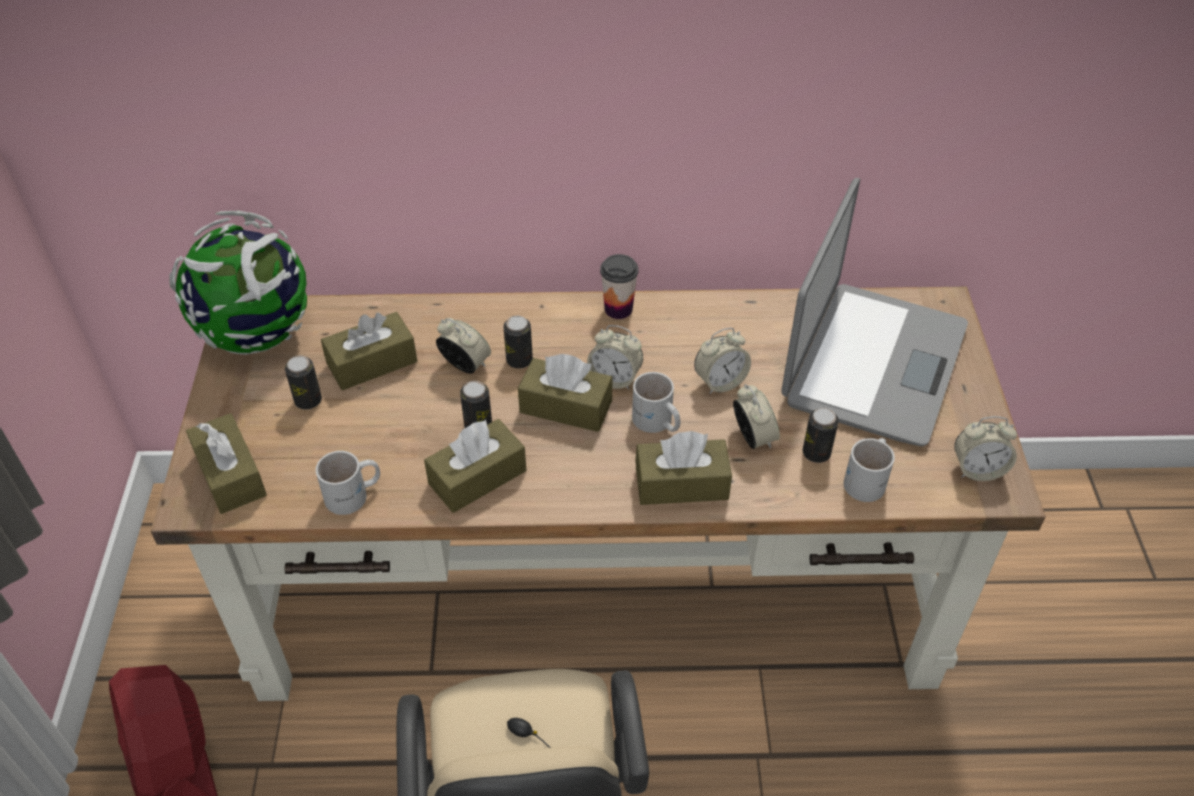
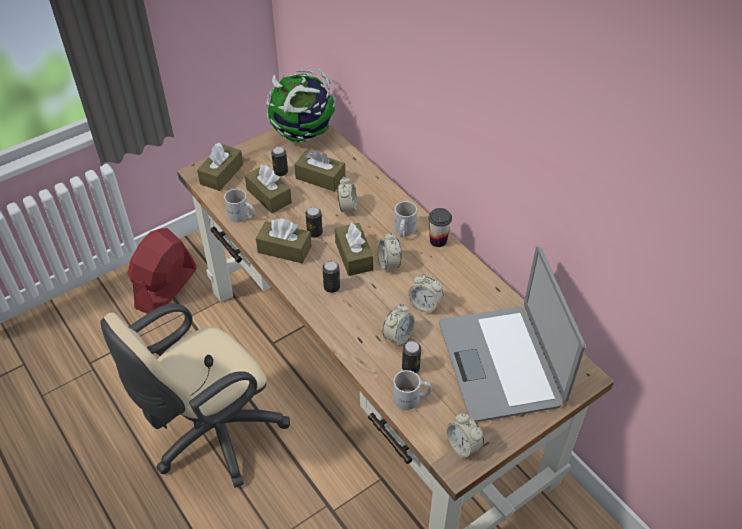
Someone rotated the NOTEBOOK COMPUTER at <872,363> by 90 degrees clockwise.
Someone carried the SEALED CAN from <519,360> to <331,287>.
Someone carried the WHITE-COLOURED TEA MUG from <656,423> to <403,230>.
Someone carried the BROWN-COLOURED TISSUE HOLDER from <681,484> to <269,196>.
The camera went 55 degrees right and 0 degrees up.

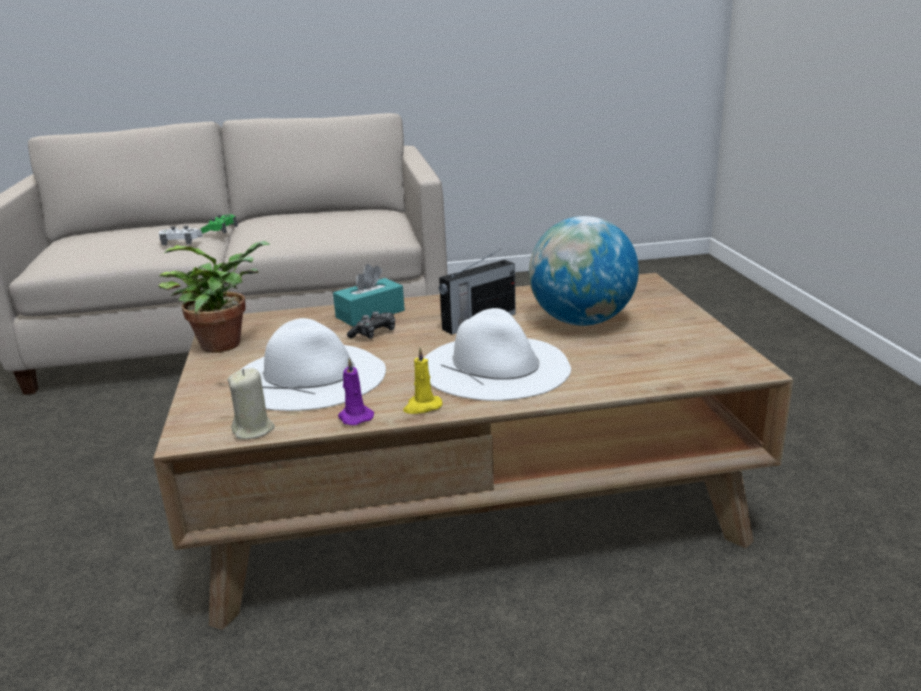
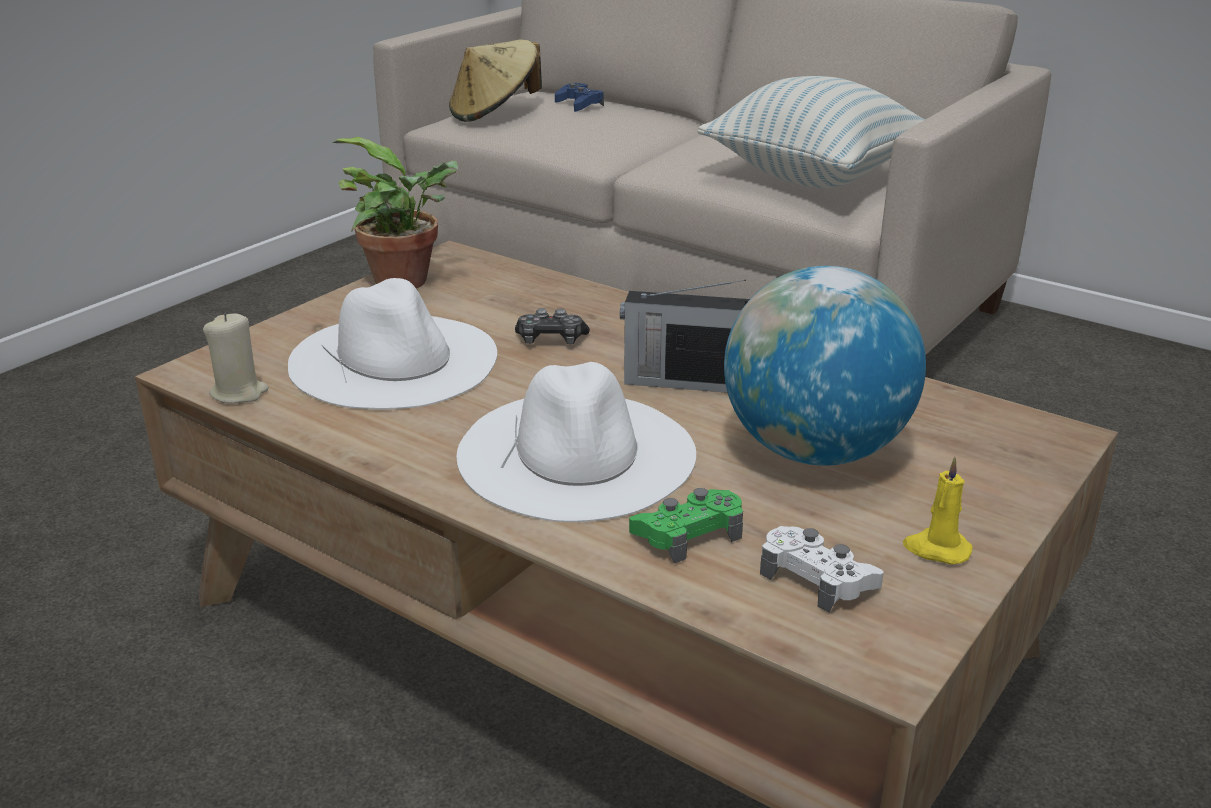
Someone carried the GREENISH JOYPAD from <220,230> to <688,533>.
Someone carried the WHITE-COLOURED JOYPAD from <181,241> to <817,578>.
Someone took away the TURQUOISE TISSUE HOLDER at <370,314>.
Someone carried the YELLOW-COLOURED CANDLE from <422,407> to <936,549>.
Someone took away the PURPLE-COLOURED CANDLE at <354,417>.
Someone put down the BEIGE HAT at <495,113>.
Someone put down the THROW PILLOW at <814,176>.
Someone put down the BLUE JOYPAD at <579,104>.
The camera went 45 degrees right and 5 degrees up.

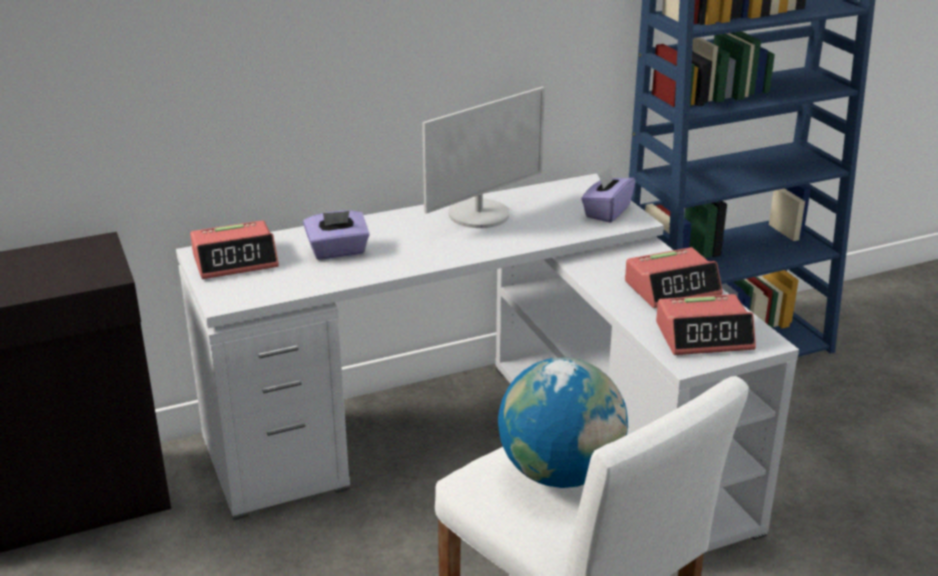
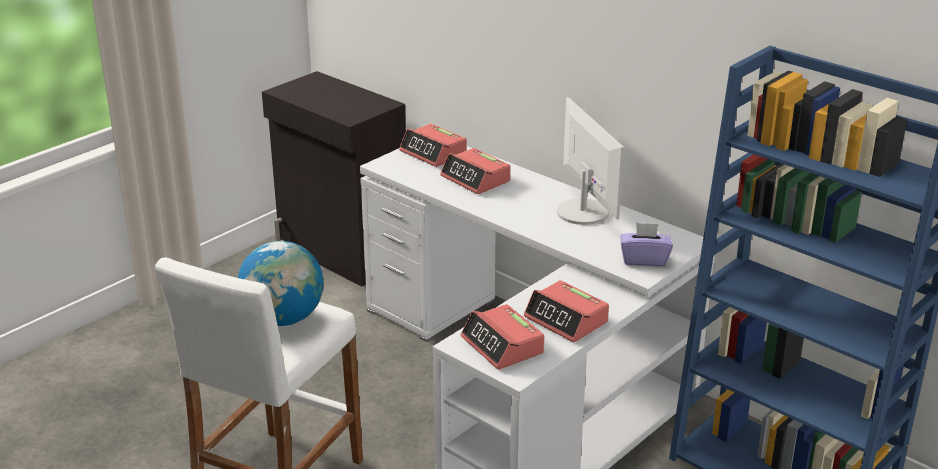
Someone rotated the COMPUTER SCREEN at <479,214> by 135 degrees counterclockwise.
Someone swapped the PURPLE-COLOURED TISSUE HOLDER at <338,251> for the BEDSIDE CLOCK at <476,179>.
The camera went 65 degrees right and 0 degrees up.

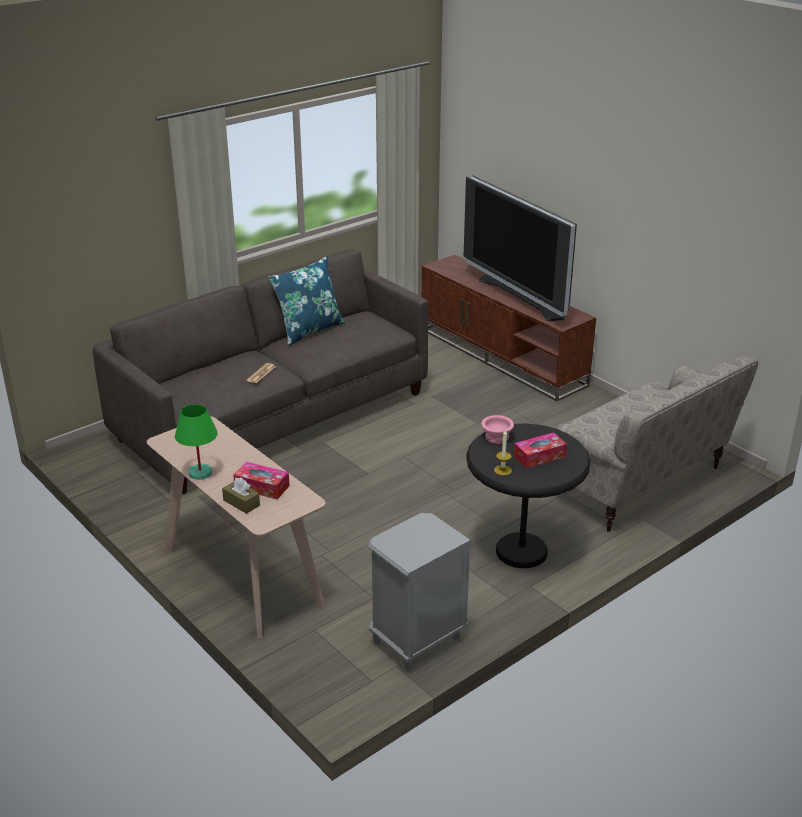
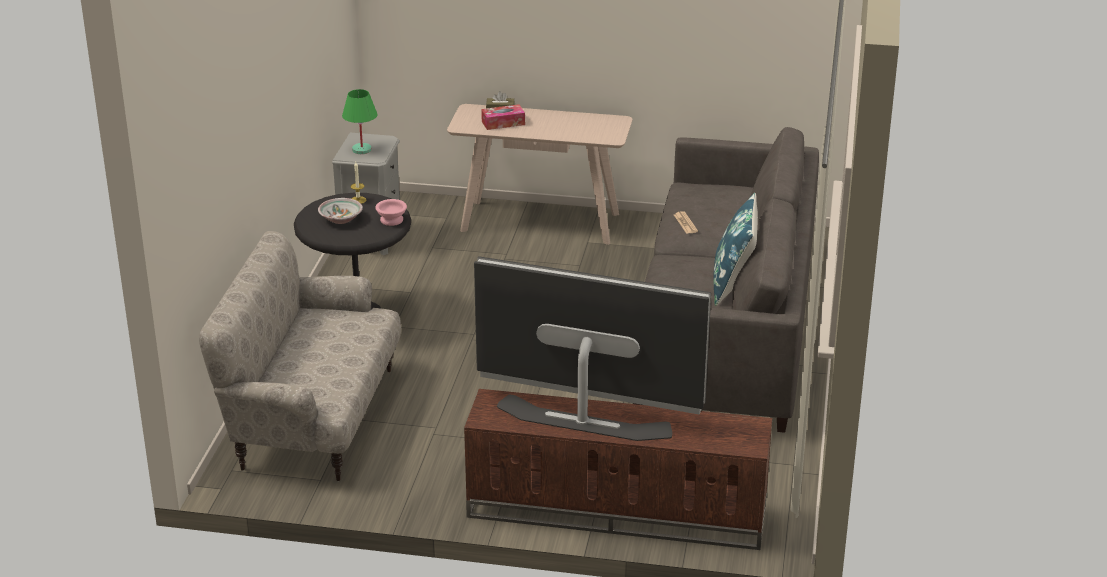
Someone carried the GREENISH TABLE LAMP from <200,473> to <362,150>.
Someone swapped the TISSUE HOLDER at <539,456> for the BOWL at <341,219>.
The camera went 140 degrees right and 0 degrees up.

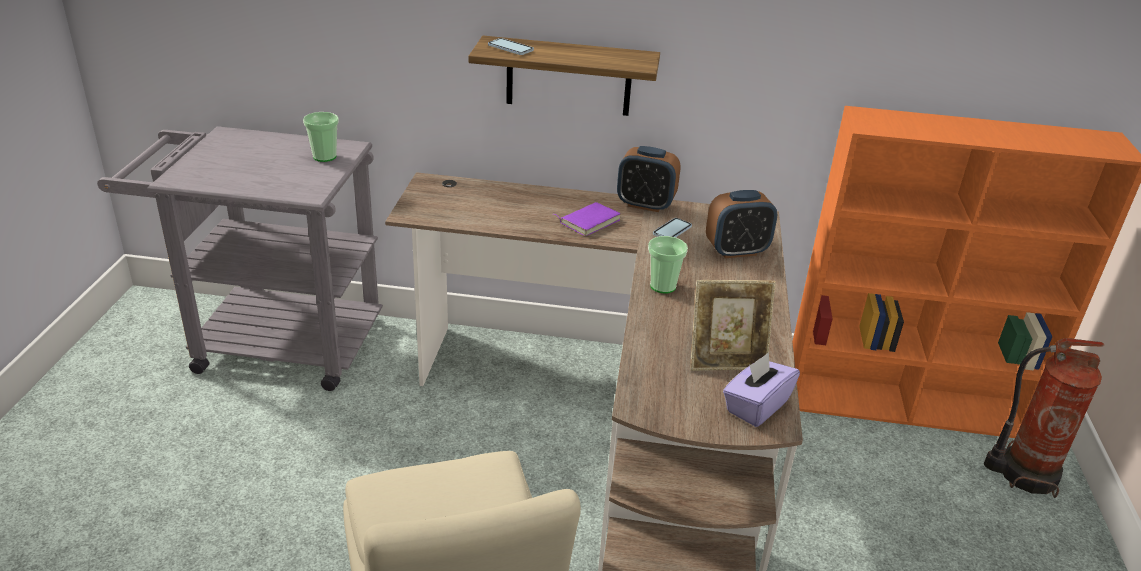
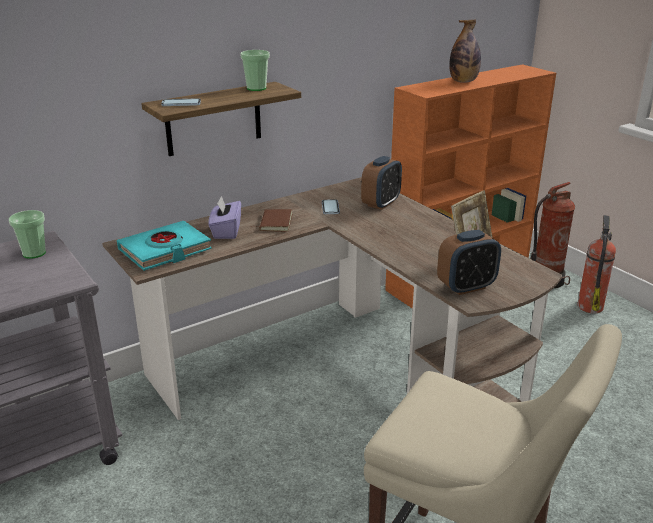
Someone carried the BEDSIDE CLOCK from <645,204> to <466,287>.
Someone repainted the PURPLE-COLOURED VOLUME at <589,221>, which became the BROWN-COLOURED VOLUME at <274,223>.
Someone carried the SMALL CUP from <663,286> to <256,88>.
Someone carried the PURPLE-COLOURED TISSUE HOLDER from <756,406> to <226,231>.
Someone put down the DRINK BOTTLE at <463,81>.
Someone put down the EXTINGUISHER at <590,306>.
Someone put down the TURQUOISE VOLUME at <165,250>.
The camera went 40 degrees left and 5 degrees down.

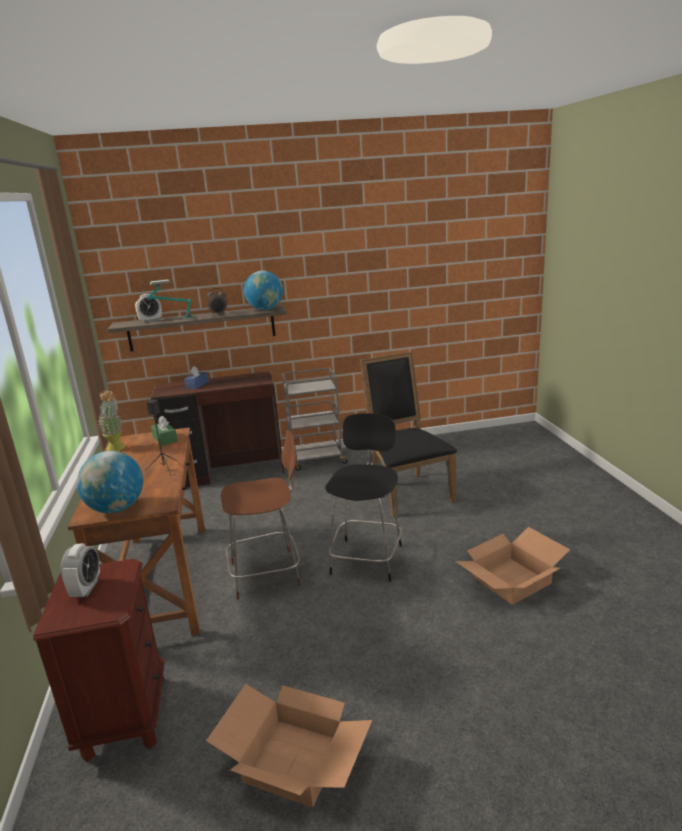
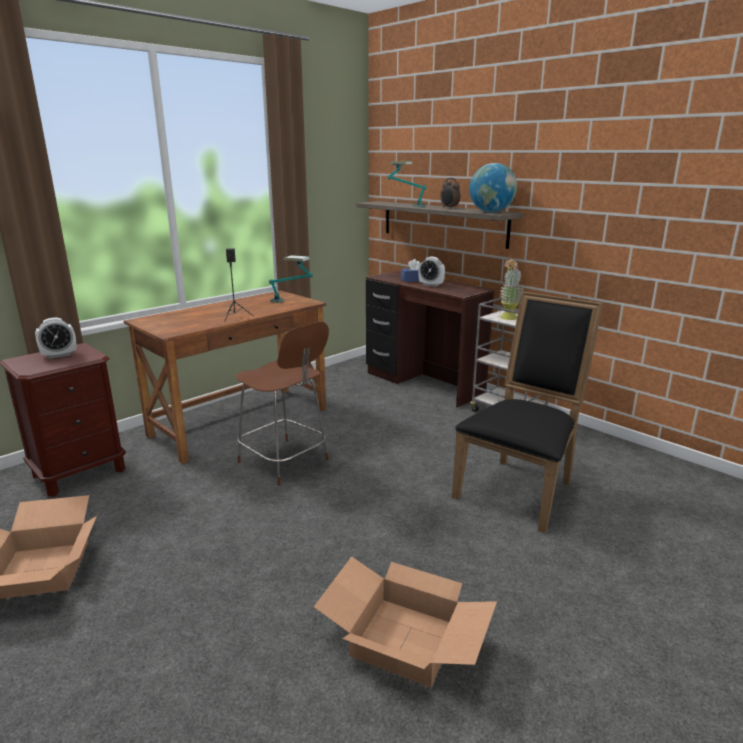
Someone carried the BEDSIDE CLOCK from <150,320> to <431,285>.
Someone carried the POTTED PLANT from <117,449> to <508,319>.
Someone took away the BLACKISH PLAIN CHAIR at <367,557>.
Someone swapped the GREENISH TISSUE HOLDER at <165,439> for the TABLE LAMP at <292,303>.
Someone took away the GLOBE at <116,509>.
The camera went 55 degrees right and 0 degrees up.

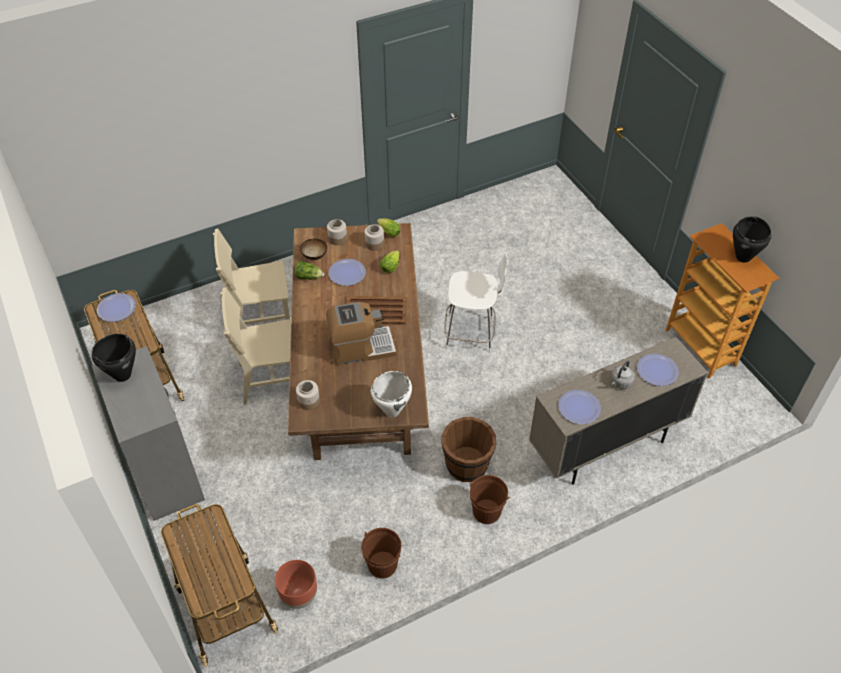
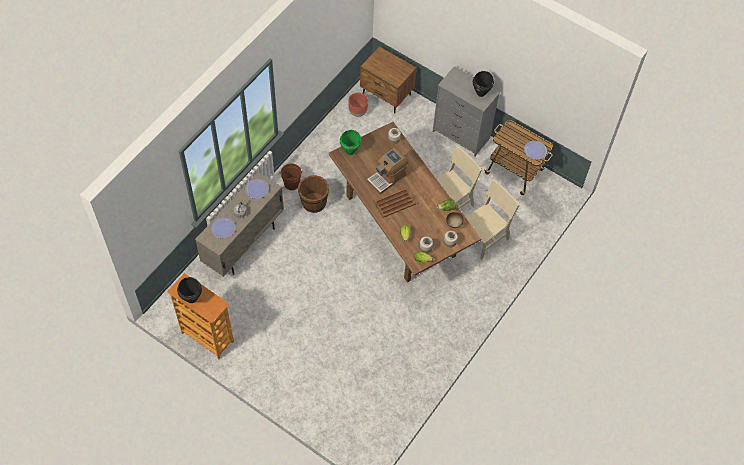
Someone took away the WHITE-COLOURED PLAIN CHAIR at <471,334>.
Someone took away the PLATE at <347,273>.
Someone repainted the WHITE-COLOURED COOKING POT at <392,411>, which became the GREENISH COOKING POT at <350,151>.
Someone swapped the WHEELED CART at <225,607> for the BROWN-COLOURED NIGHT TABLE at <386,95>.
Someone took away the BROWN-COLOURED PAIL at <382,565>.
The camera went 150 degrees right and 10 degrees up.

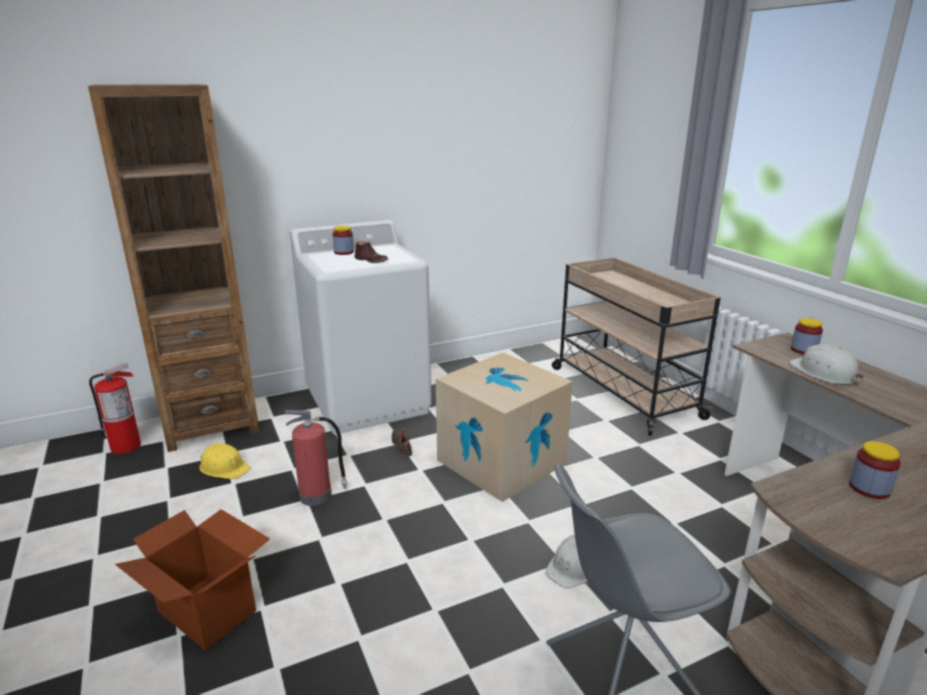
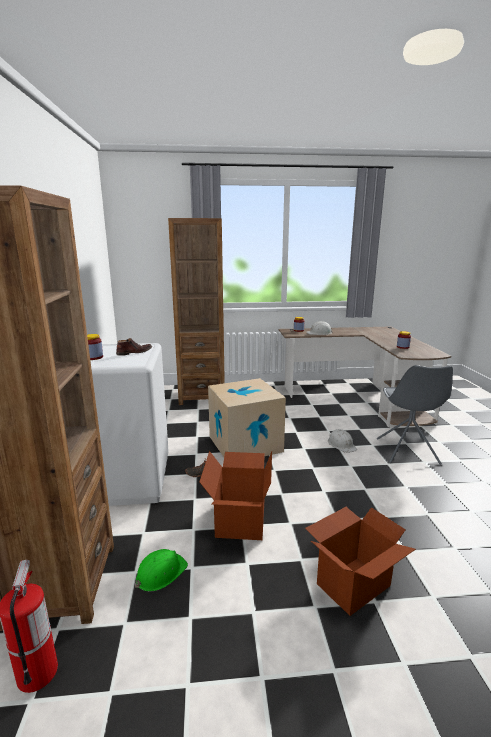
Someone swapped the BEIGE WHEELED CART at <622,391> for the BROWN-COLOURED SHELVING UNIT at <202,396>.
Someone swapped the EXTINGUISHER at <317,495> for the CARTON at <239,519>.
Someone repainted the YELLOW-COLOURED HARD HAT at <224,467>, which became the GREENISH HARD HAT at <160,573>.
The camera went 70 degrees left and 5 degrees down.

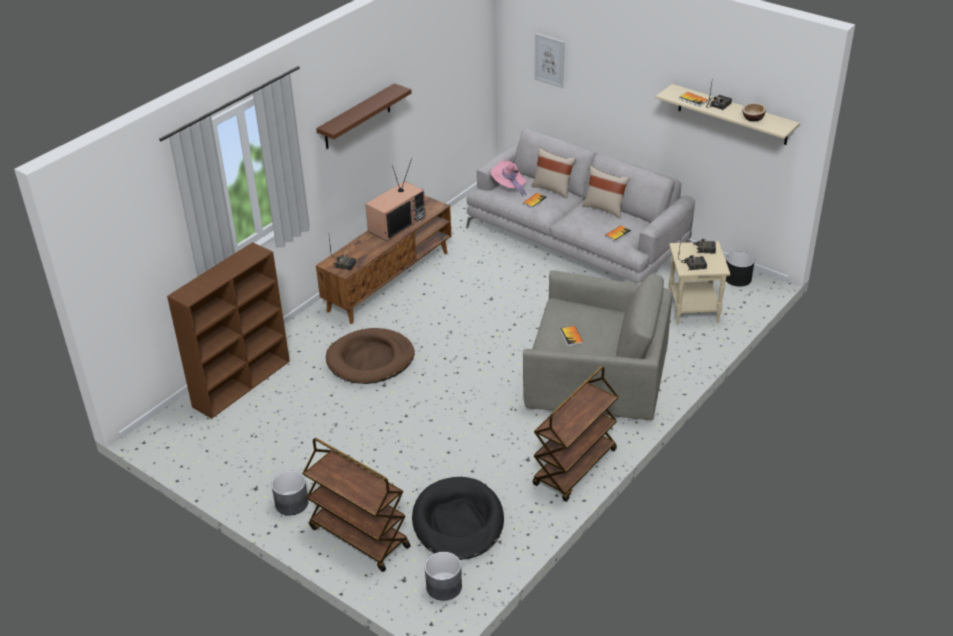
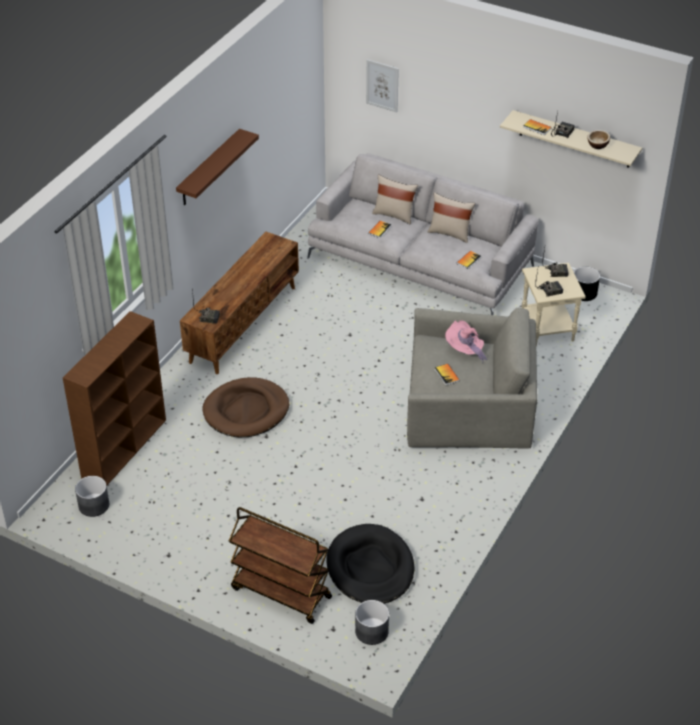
Someone took away the TV SET at <396,223>.
Someone carried the PINKISH HAT from <509,187> to <465,350>.
Someone took away the BROWN-COLOURED WHEELED CART at <575,468>.
Someone carried the GRAY PLANT POT from <292,503> to <94,505>.
The camera went 10 degrees left and 5 degrees up.

